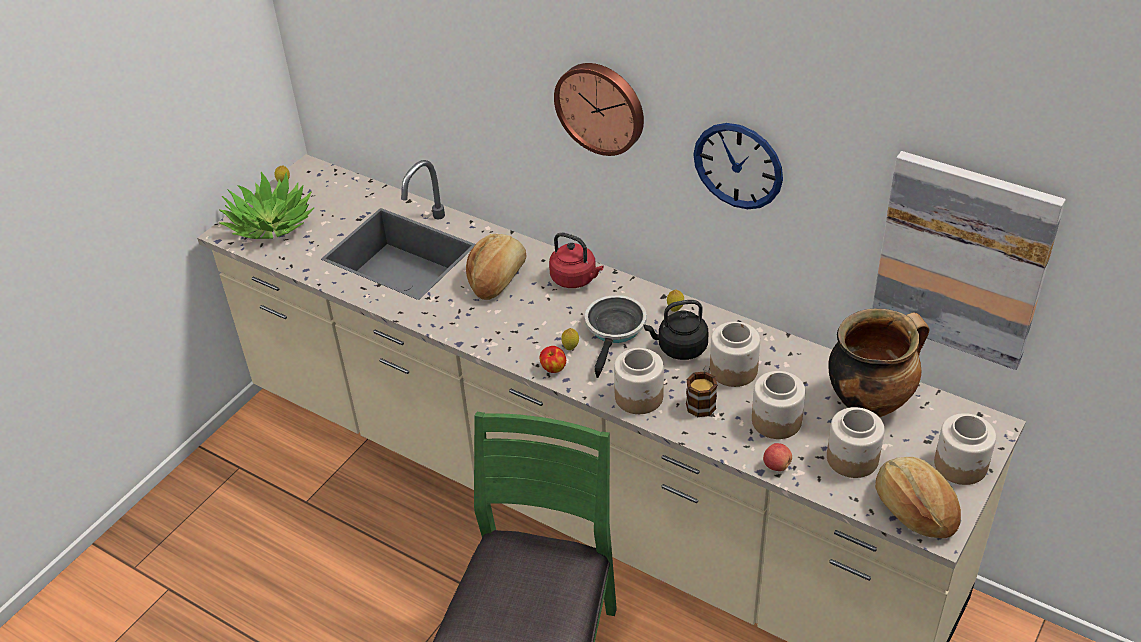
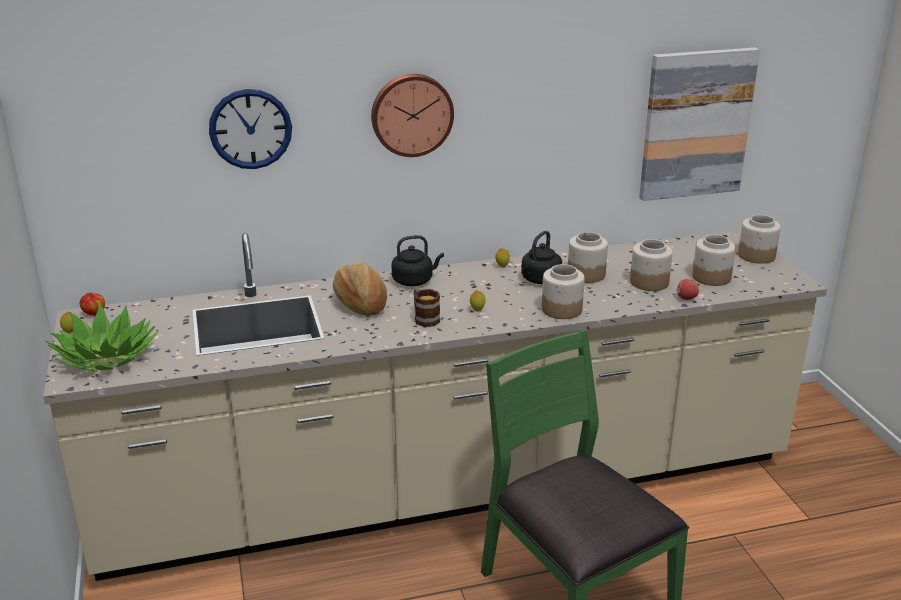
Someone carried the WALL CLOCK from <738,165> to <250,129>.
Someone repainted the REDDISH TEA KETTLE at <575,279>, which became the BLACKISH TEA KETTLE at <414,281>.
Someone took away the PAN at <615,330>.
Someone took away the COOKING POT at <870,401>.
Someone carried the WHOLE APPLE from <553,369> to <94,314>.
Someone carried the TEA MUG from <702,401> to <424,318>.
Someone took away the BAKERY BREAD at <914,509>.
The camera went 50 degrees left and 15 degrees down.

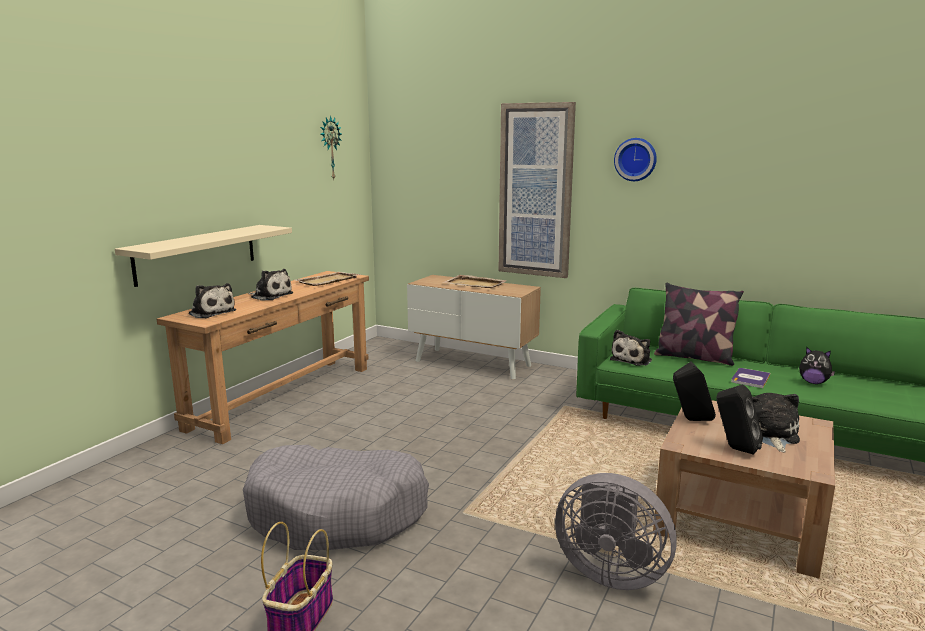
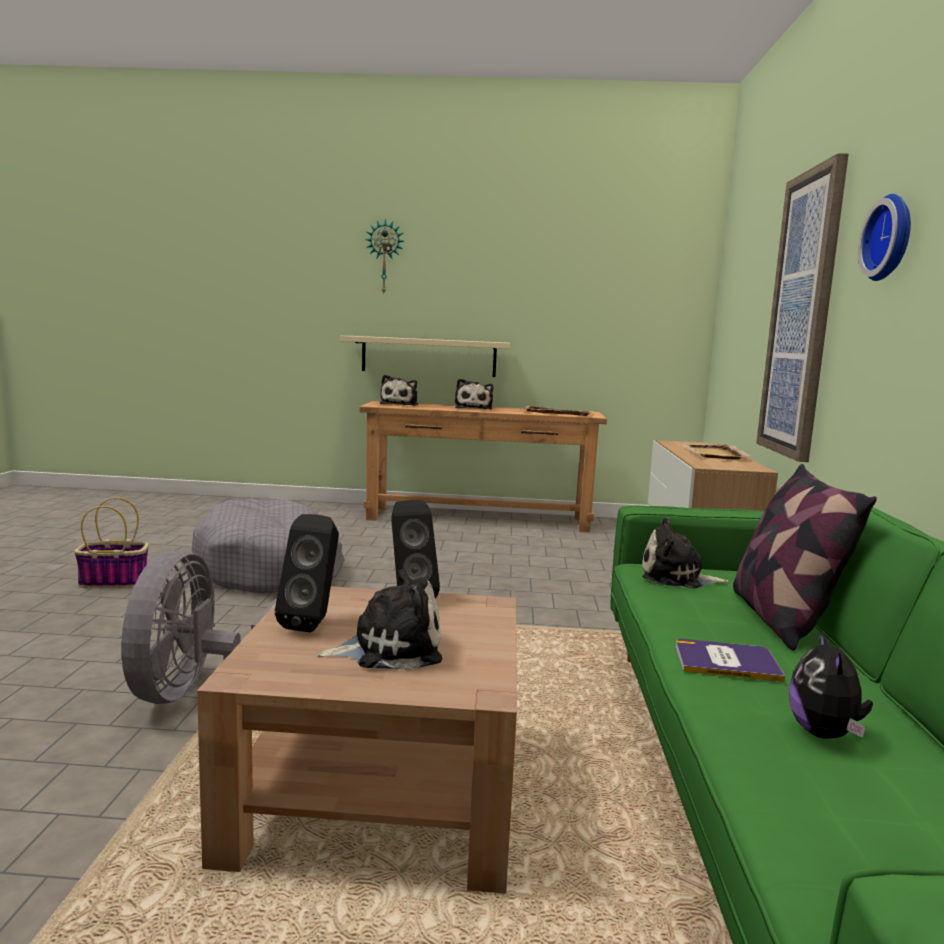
Someone carried the WALL CLOCK from <329,148> to <385,257>.
The camera went 65 degrees right and 5 degrees down.

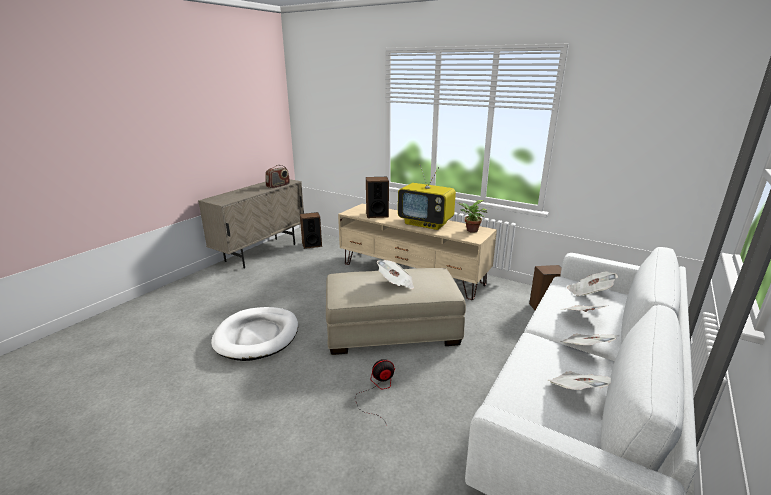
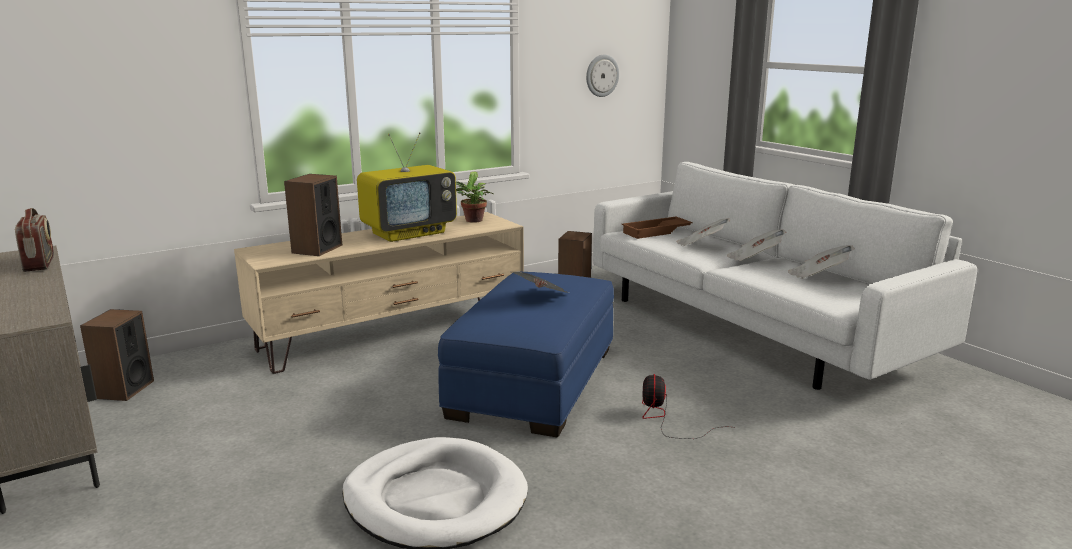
Someone repainted the BEIGE OTTOMAN at <392,329>, which became the BLUE OTTOMAN at <534,380>.
Someone swapped the NEWSPAPER at <589,293> for the BROWN-COLOURED TRAY at <656,232>.
Someone put up the WALL CLOCK at <601,75>.
The camera went 65 degrees left and 5 degrees down.

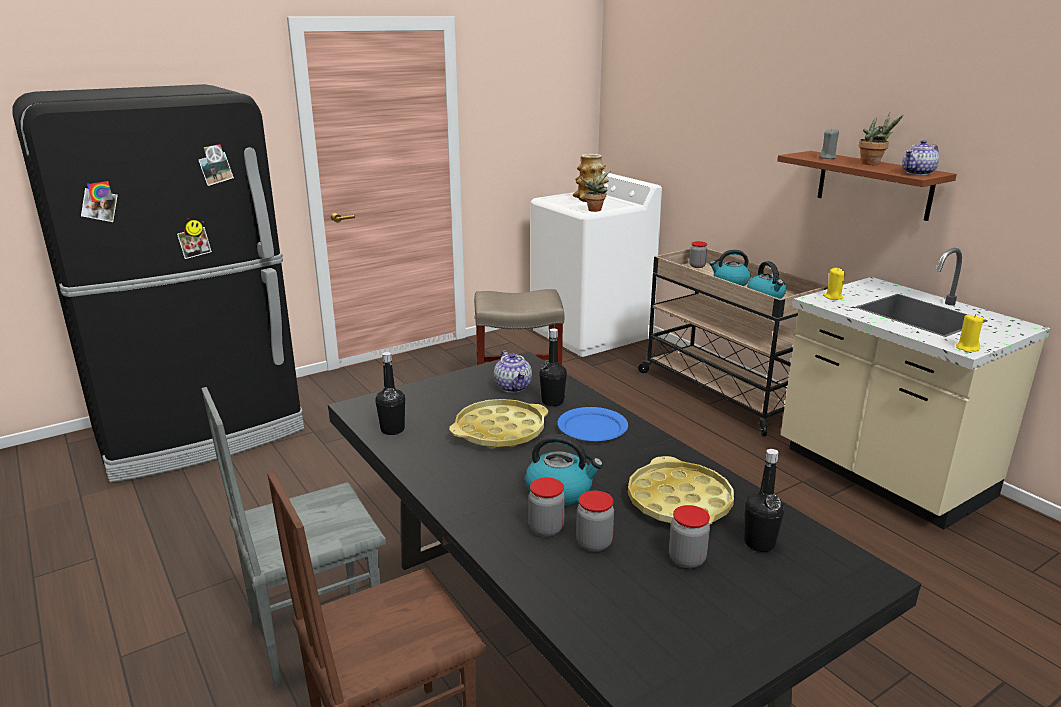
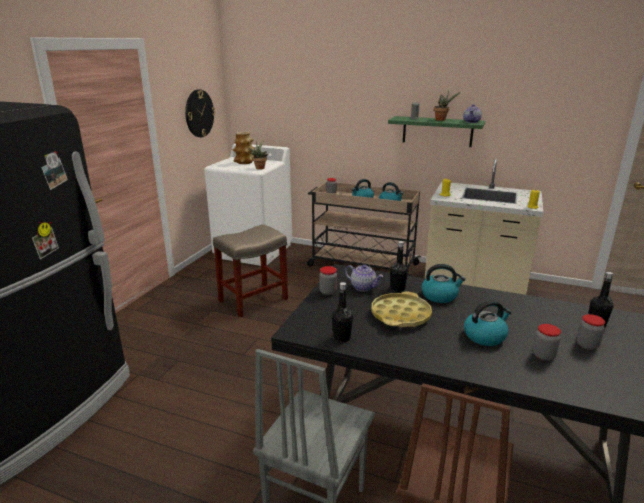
Someone repainted the BROWN-COLOURED WALL SHELF at <874,185>, which became the GREENISH WALL SHELF at <437,131>.
Someone swapped the BLUE PLATE at <592,427> for the TEA KETTLE at <440,296>.
Someone took away the YELLOW-COLOURED TRAY at <679,502>.
Someone carried the JAR from <546,529> to <328,292>.
Someone put up the WALL CLOCK at <199,113>.
The camera went 35 degrees left and 0 degrees up.

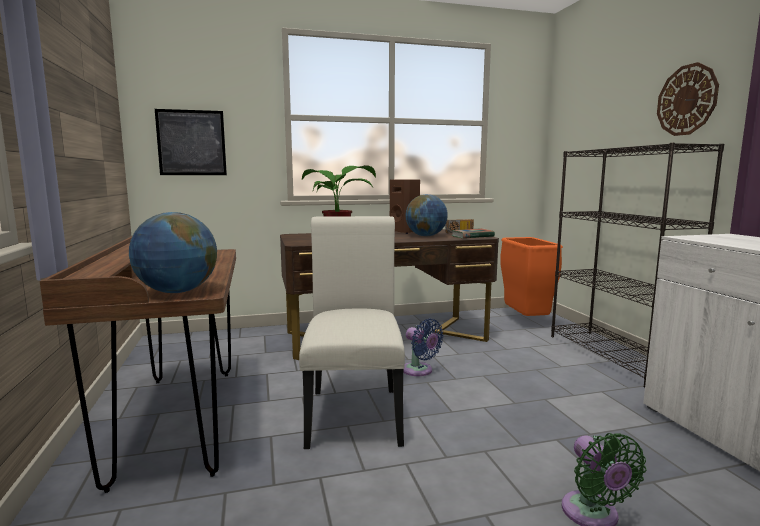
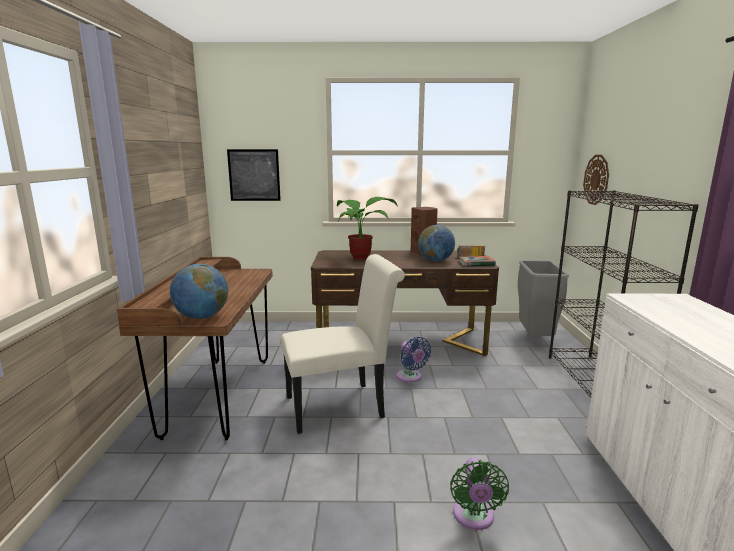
Someone carried the WALL CLOCK from <687,100> to <596,179>.
Someone rotated the WHITE-COLOURED PLAIN CHAIR at <354,411> by 60 degrees clockwise.
Someone repainted the ORANGE WASTE BIN at <526,321>, which became the GRAY WASTE BIN at <535,338>.
The camera went 15 degrees right and 5 degrees up.

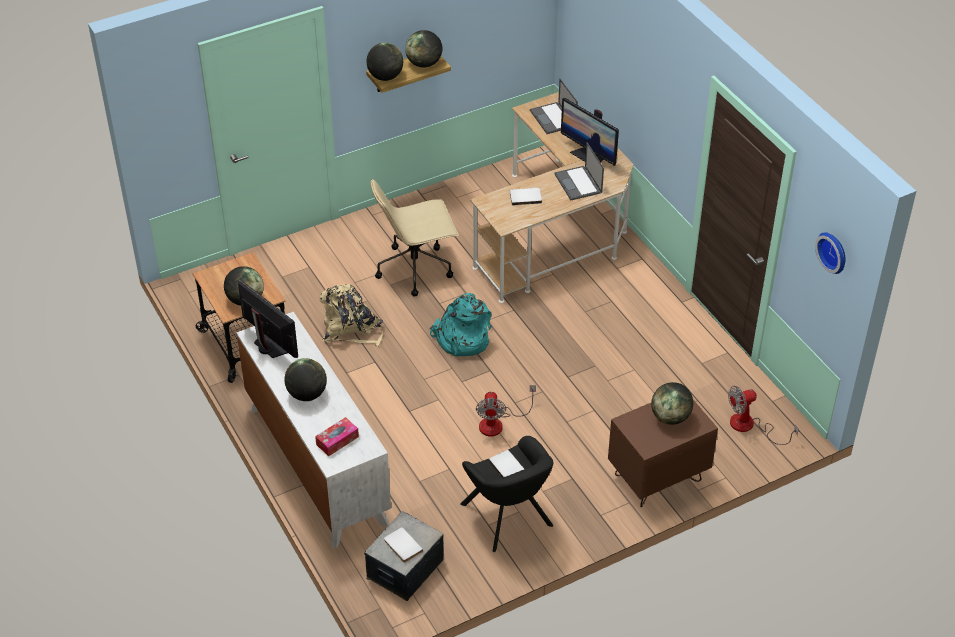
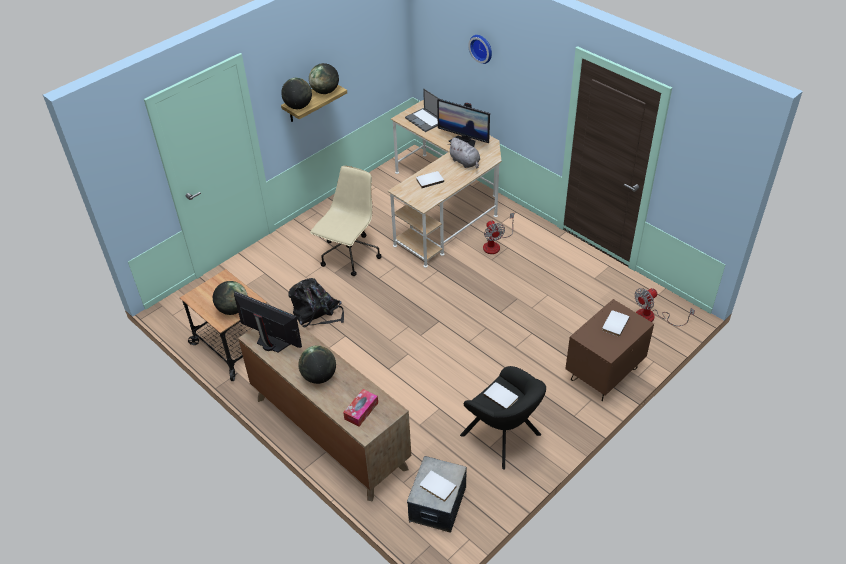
Someone swapped the NOTEBOOK COMPUTER at <578,184> for the GRAY SOFT TOY at <465,162>.
Someone rotated the BEIGE COMPUTER CHAIR at <416,268> by 150 degrees clockwise.
Someone carried the WALL CLOCK from <834,251> to <482,48>.
Someone repainted the BEIGE RUCKSACK at <351,329>, which became the BLACKISH RUCKSACK at <316,314>.
Someone took away the TURQUOISE RUCKSACK at <461,339>.
Someone repainted the WHITE-COLOURED DRAWER CHEST at <316,464>, which became the BROWN-COLOURED DRAWER CHEST at <329,432>.
Someone swapped the GLOBE at <670,417> for the WHITE-COLOURED VOLUME at <614,324>.
Someone carried the COOLING FAN from <498,423> to <495,244>.
The camera went 15 degrees left and 0 degrees up.

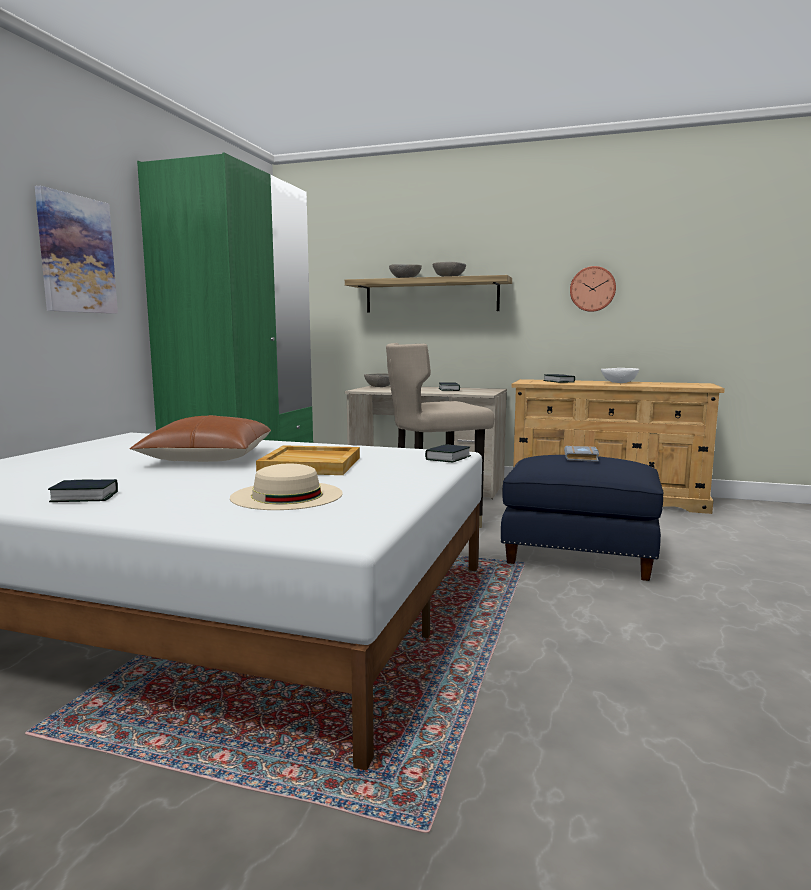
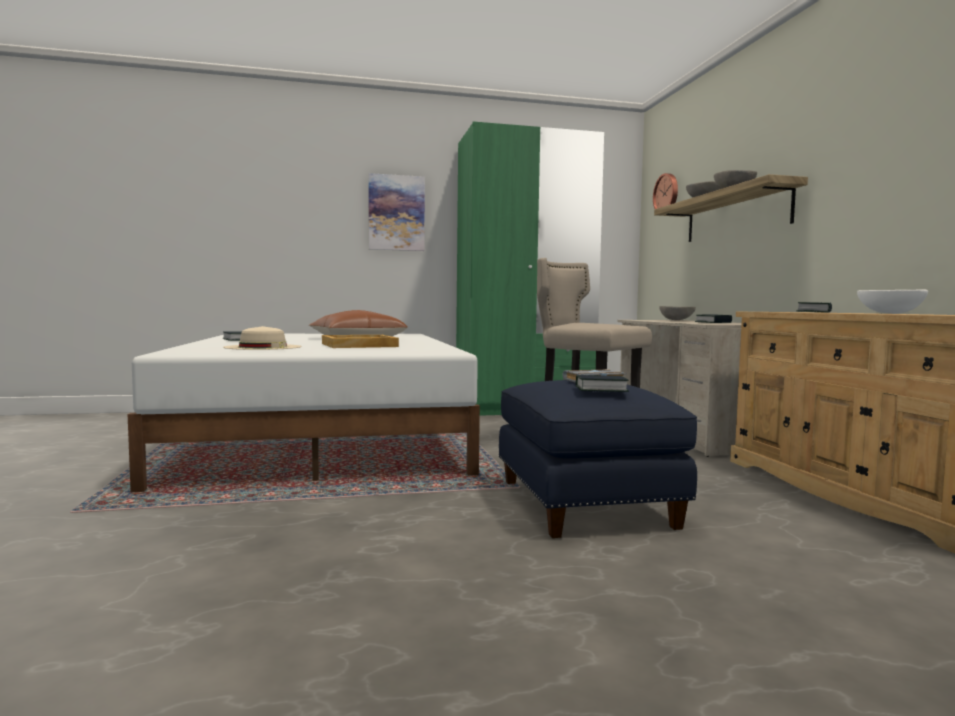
Someone carried the WALL CLOCK from <592,289> to <667,194>.
Someone carried the VOLUME from <448,458> to <601,389>.
The camera went 60 degrees right and 5 degrees down.

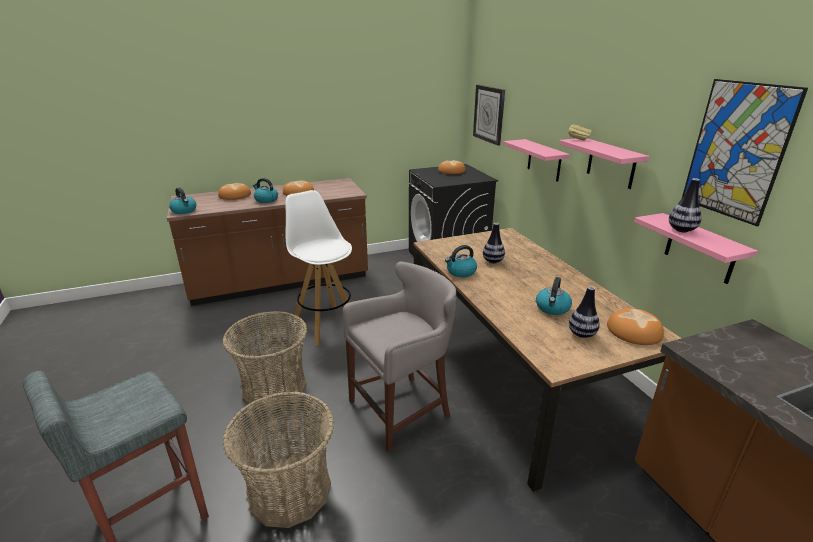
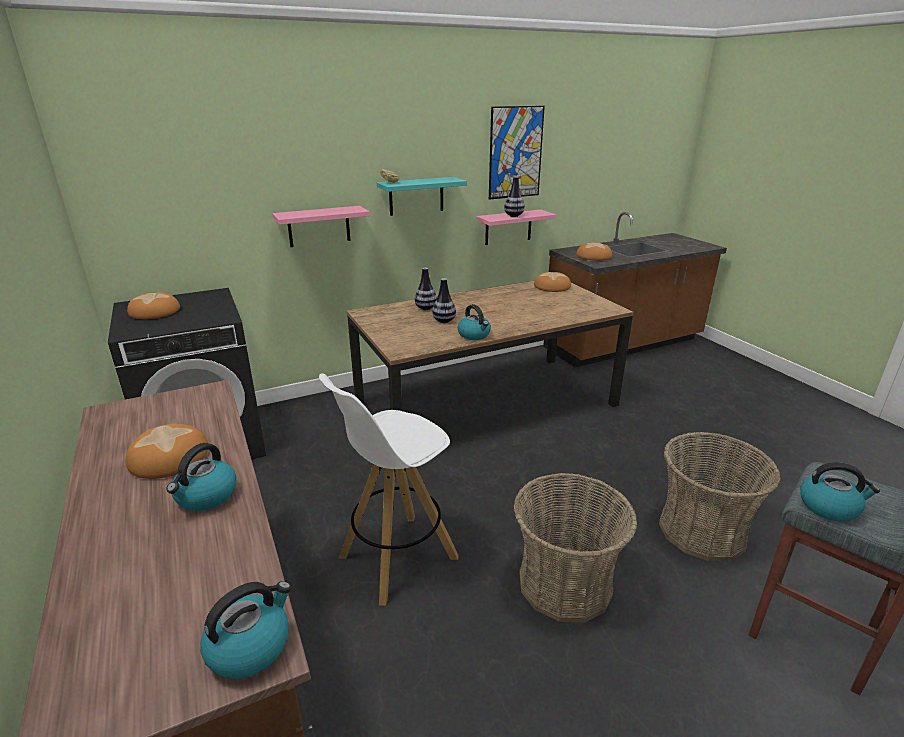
Someone took away the WALL CLOCK at <489,114>.
Someone repainted the PINKISH WALL SHELF at <611,163>, which became the TURQUOISE WALL SHELF at <416,196>.
Someone carried the BAKERY BREAD from <235,195> to <593,256>.
Someone took away the GRAY SITTING STOOL at <402,409>.
Someone carried the TEA KETTLE from <552,308> to <829,507>.
Someone carried the FLOWER VASE from <582,334> to <426,308>.
The camera went 95 degrees left and 0 degrees up.

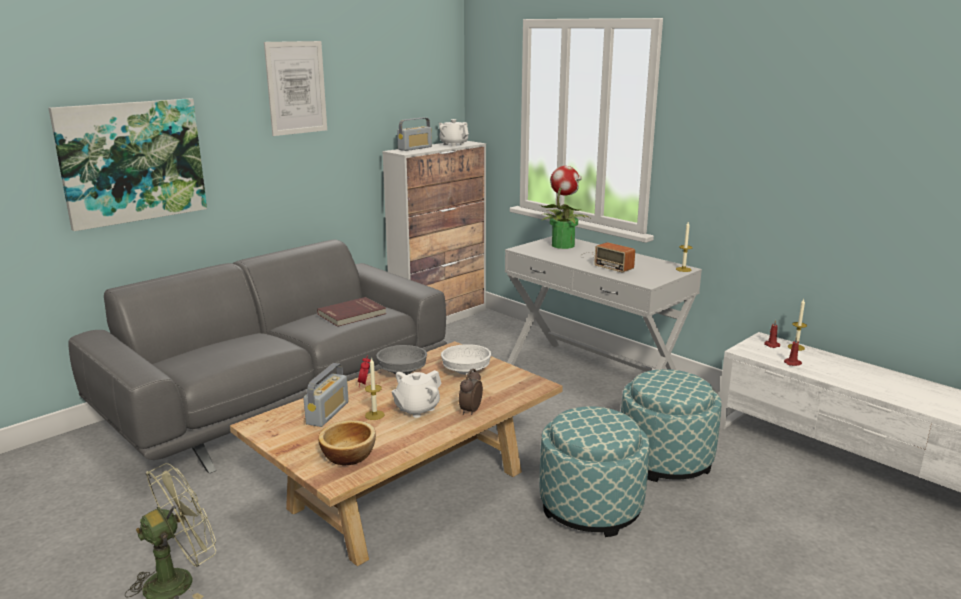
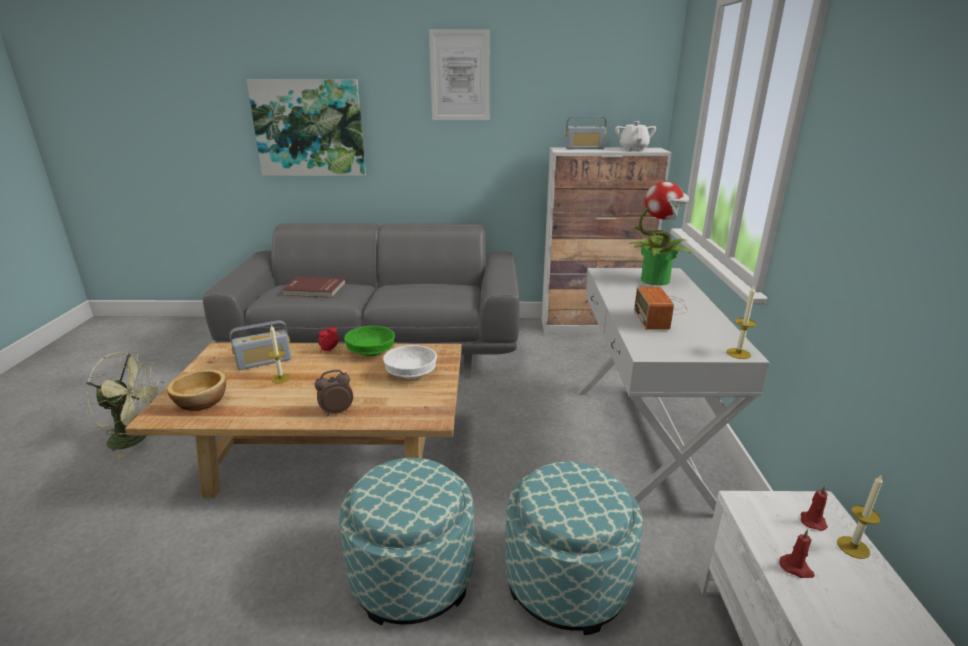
Someone carried the REDDISH VOLUME from <352,314> to <314,289>.
Someone repainted the GRAY BOWL at <403,372>, which became the GREENISH BOWL at <371,352>.
Someone took away the WHITE-COLOURED TEAPOT at <416,409>.
The camera went 45 degrees right and 5 degrees up.

